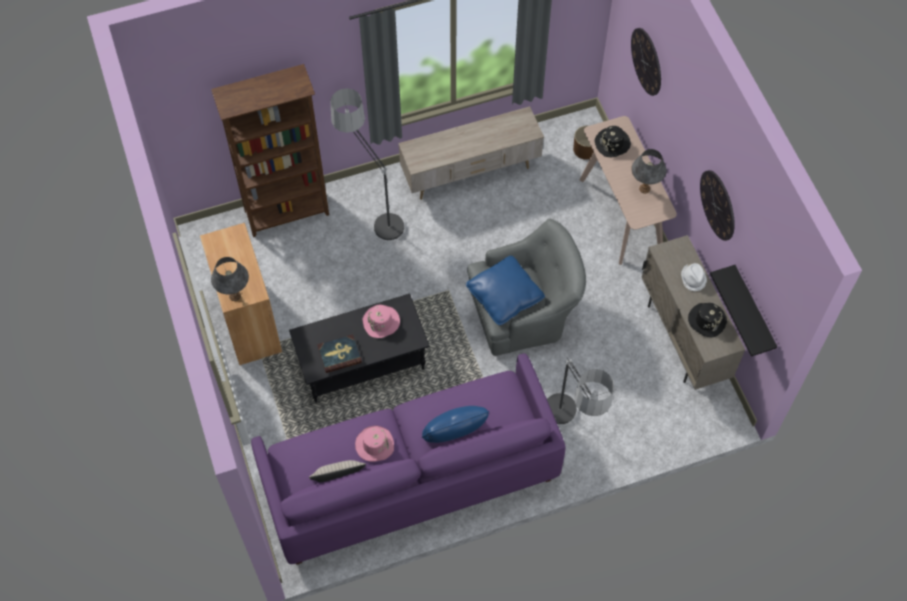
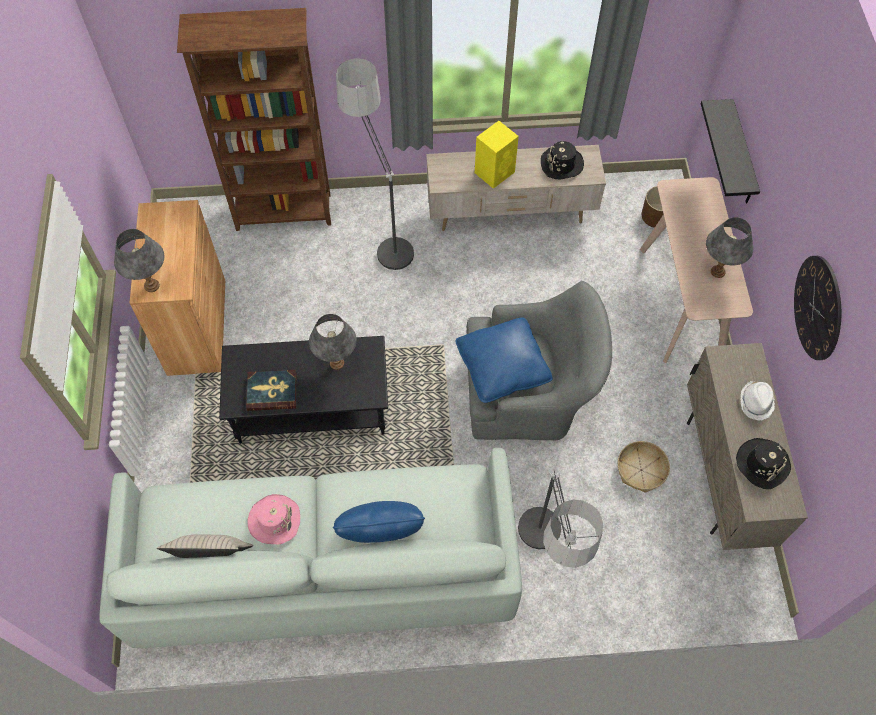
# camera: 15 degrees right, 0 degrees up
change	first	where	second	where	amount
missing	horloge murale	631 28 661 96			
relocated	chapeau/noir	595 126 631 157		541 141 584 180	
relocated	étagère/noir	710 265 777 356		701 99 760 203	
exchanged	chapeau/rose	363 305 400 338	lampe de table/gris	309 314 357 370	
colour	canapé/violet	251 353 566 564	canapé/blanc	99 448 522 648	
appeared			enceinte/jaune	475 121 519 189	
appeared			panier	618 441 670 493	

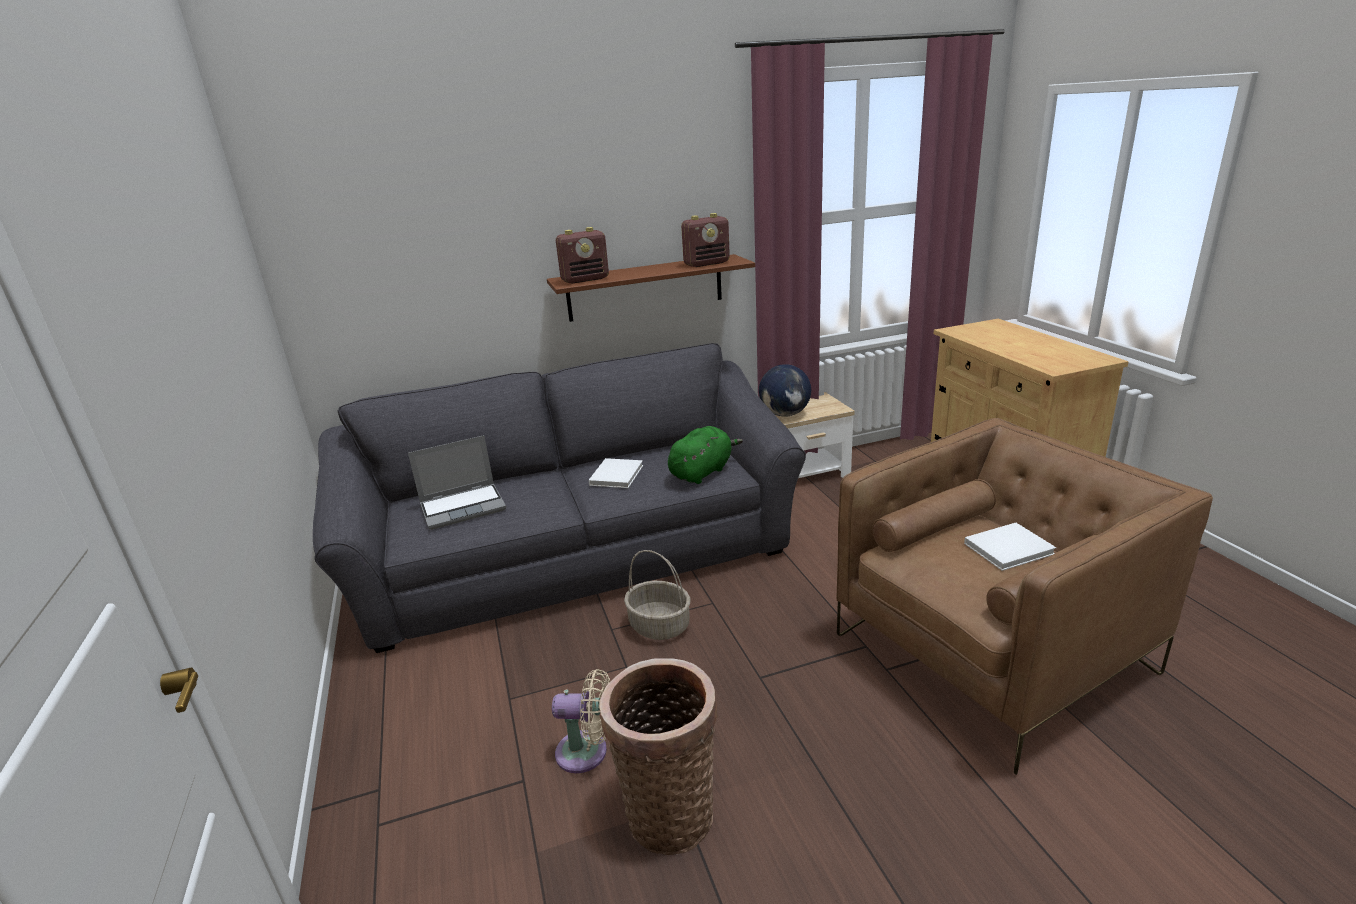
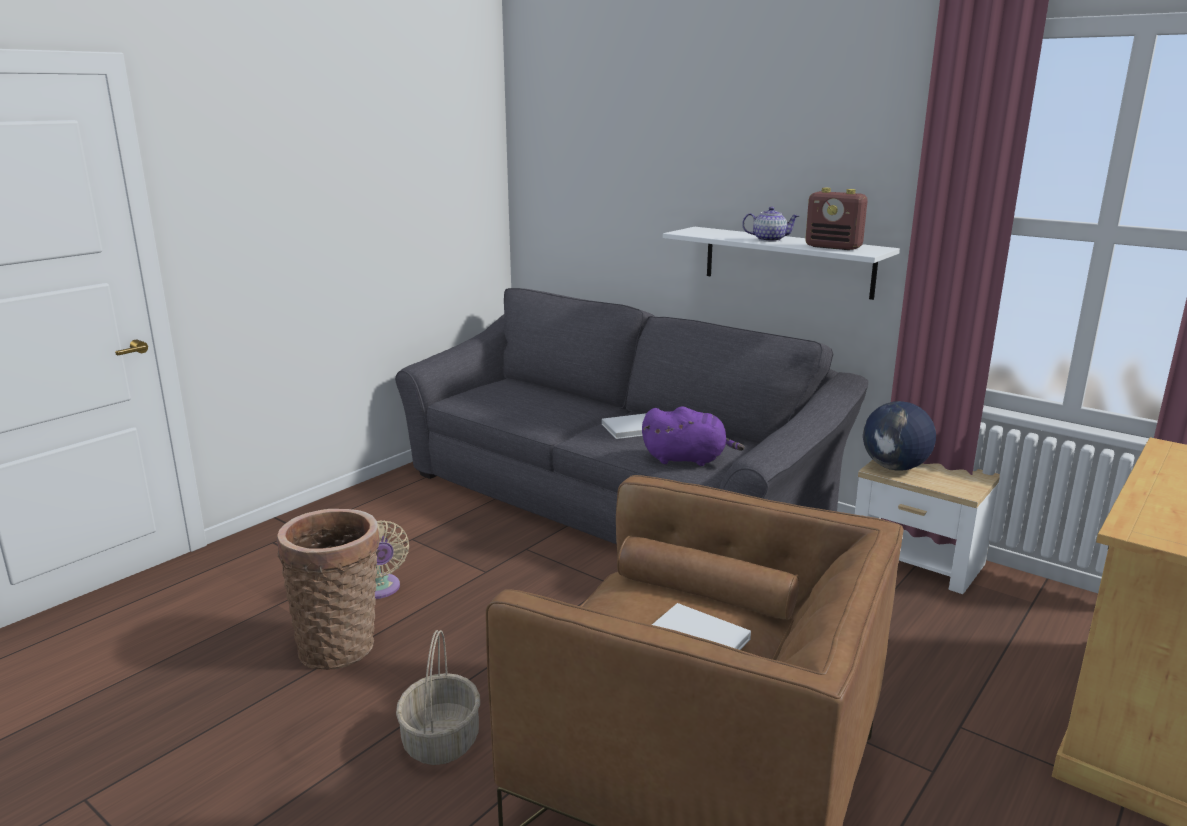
# camera: 55 degrees right, 5 degrees down
change	first	where	second	where	amount
missing	radio	556 227 609 284			
colour	étagère/marron	547 254 755 322	étagère/blanc	663 227 900 300	
colour	peluche/vert	668 426 743 484	peluche/violet	642 406 744 466	
missing	ordinateur portable	408 435 506 530			
relocated	panier	624 550 691 640		396 630 480 765	
appeared			théière	742 207 799 242	

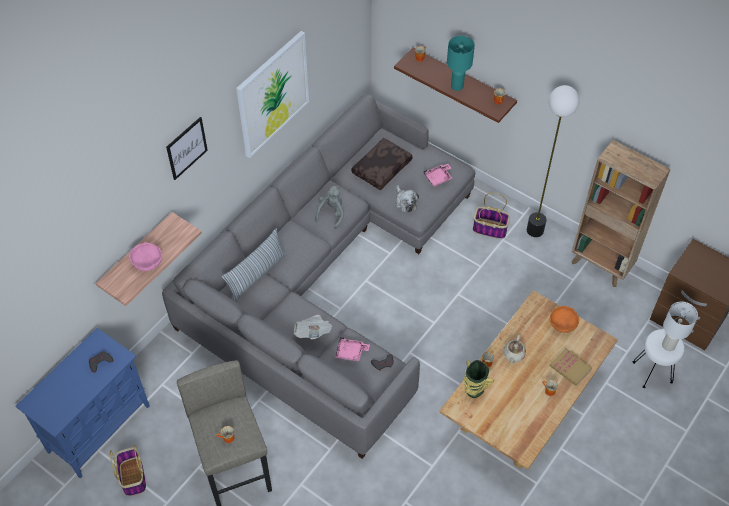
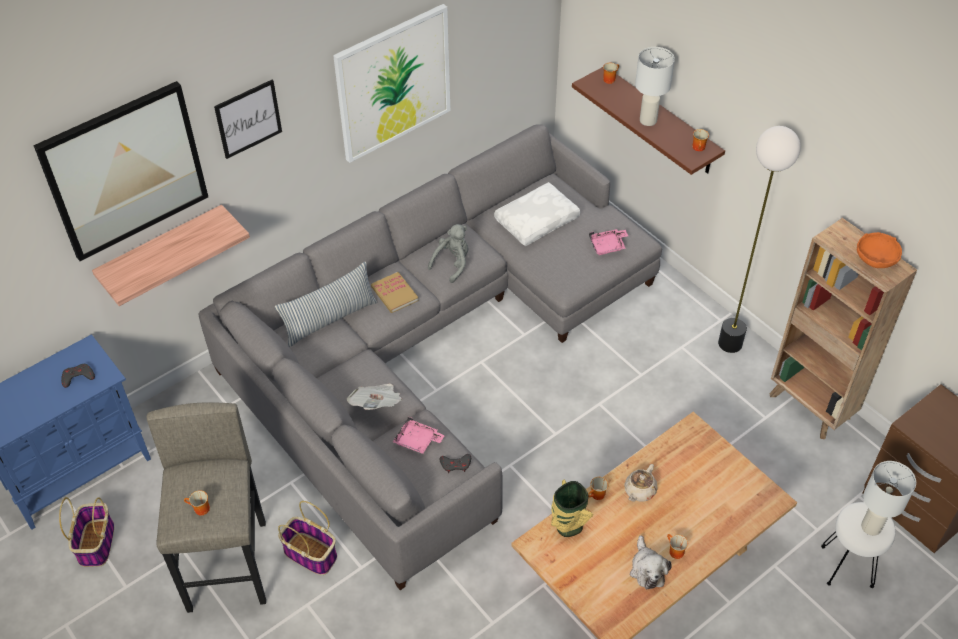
# camera: 15 degrees right, 5 degrees down
change	first	where	second	where	amount
colour	lampe de table/turquoise	447 36 475 91	lampe de table/blanc	635 47 675 126	
colour	coussin/marron	351 138 413 190	coussin/blanc	494 182 580 246	
relocated	peluche	396 185 419 213		630 535 672 589	
relocated	panier	473 193 510 239		278 501 337 575	
missing	bol/rose	129 242 162 271			
relocated	bol/orange	550 306 579 333		857 232 902 268	
relocated	livre	550 348 592 386		371 272 419 313	
appeared			tableau	34 81 208 261	

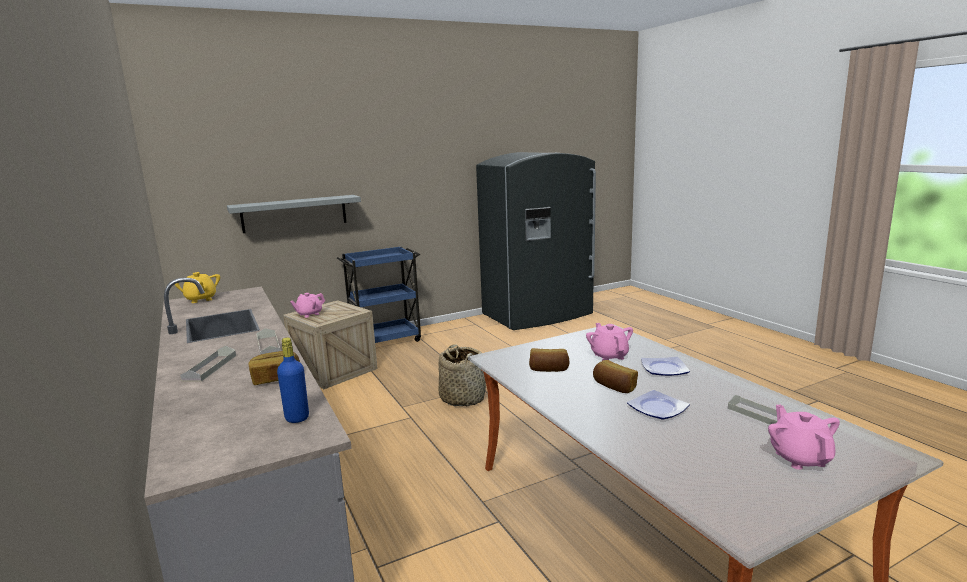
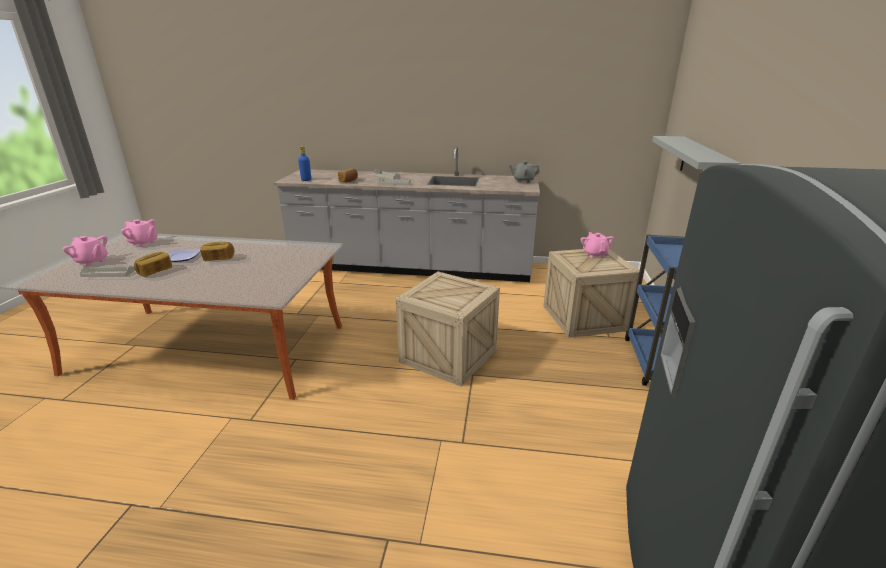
# camera: 125 degrees right, 10 degrees up
change	first	where	second	where	amount
colour	théière/jaune	175 272 220 303	théière/gris	509 161 540 183	
relocated	théière/rose	586 323 633 361		121 219 158 247	
exchanged	panier	438 344 486 407	caisse	396 271 500 387	
relocated	pain	529 348 569 372		134 252 172 277	
missing	assiette	641 357 690 376			

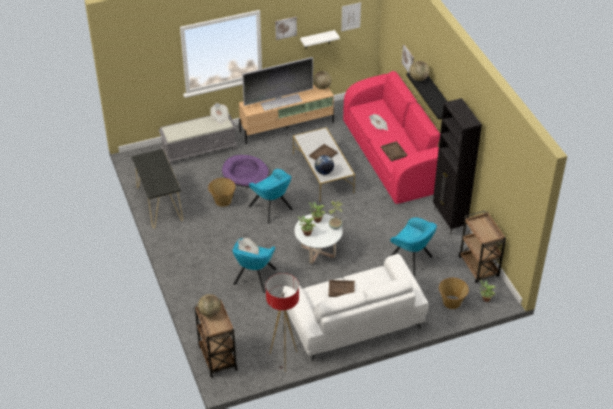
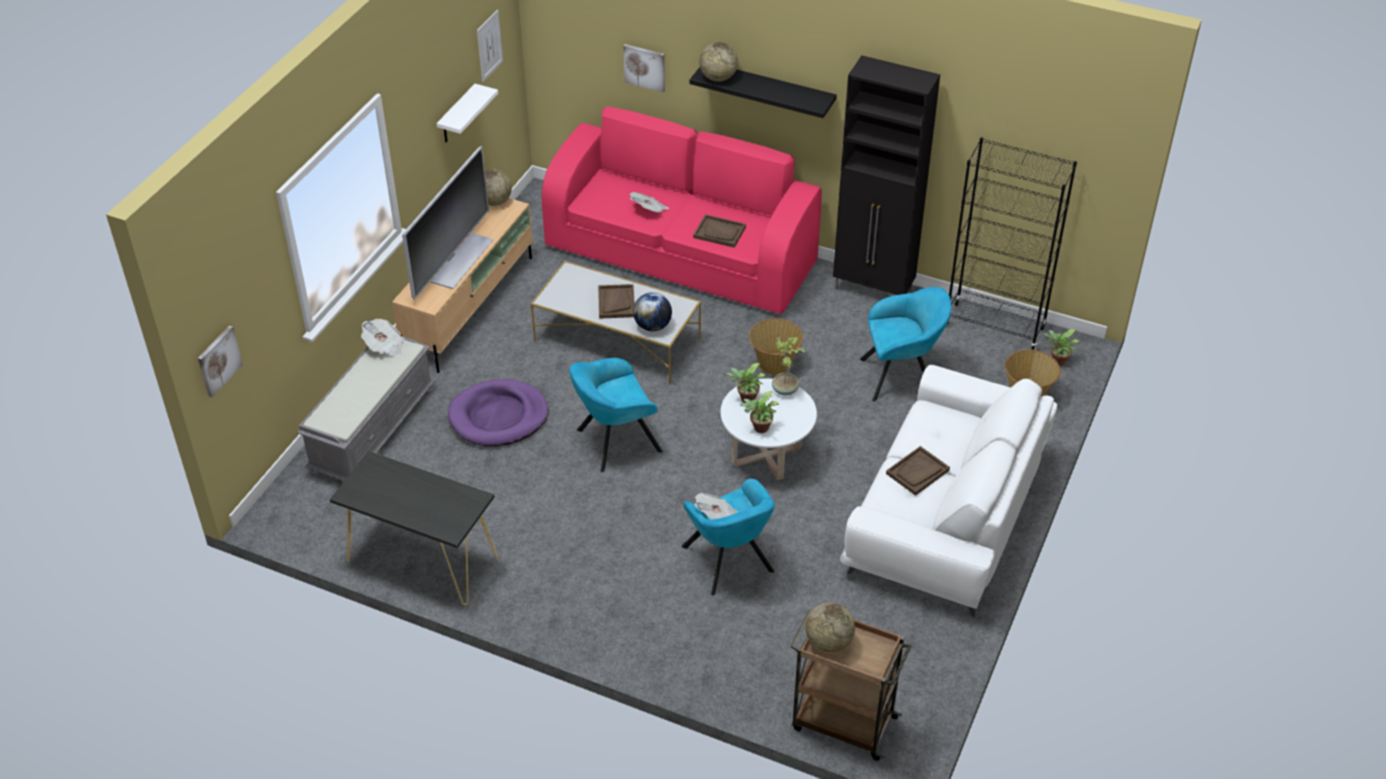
# camera: 45 degrees left, 0 degrees up
change	first	where	second	where	amount
relocated	tableau	275 16 297 40		198 326 243 397	
spun	fauteuil/turquoise	249 169 293 224		569 358 663 472	150 degrees clockwise
relocated	panier	208 178 236 207		749 318 803 375	
exchanged	chariot/marron	458 210 506 283	bibliothèque/noir	947 138 1077 350	
missing	lampadaire	266 273 299 372			

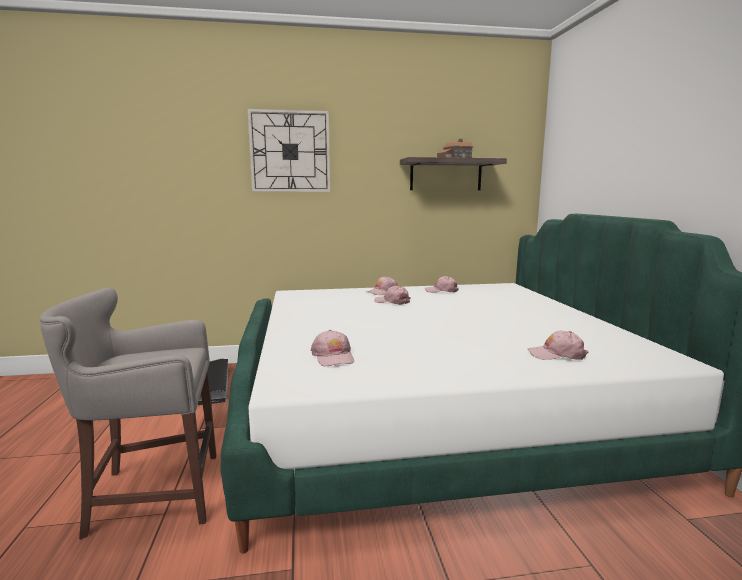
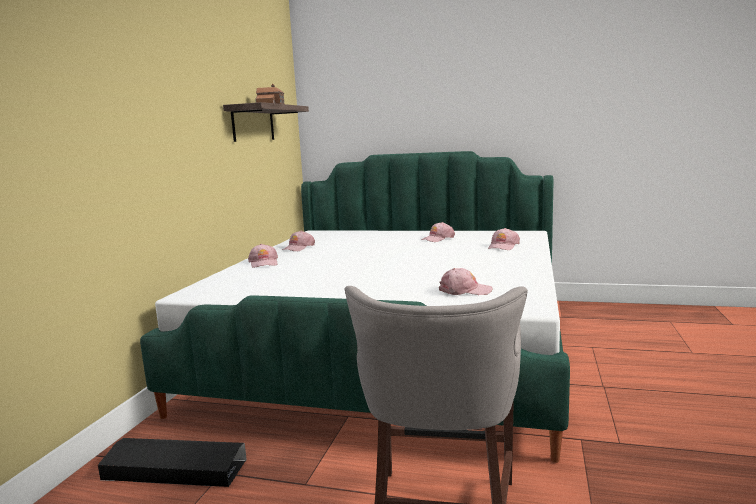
# camera: 65 degrees left, 0 degrees up
change	first	where	second	where	amount
missing	horloge murale	248 109 330 192			
relocated	casquette/rose	375 286 411 305		421 222 455 242	

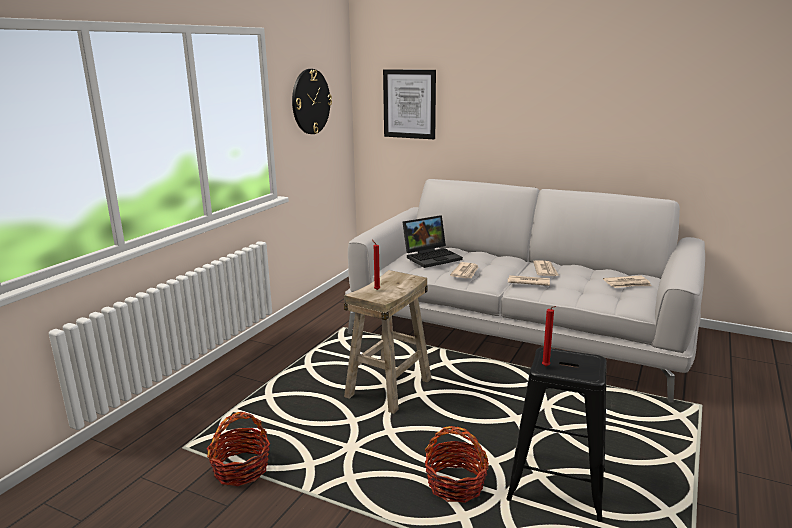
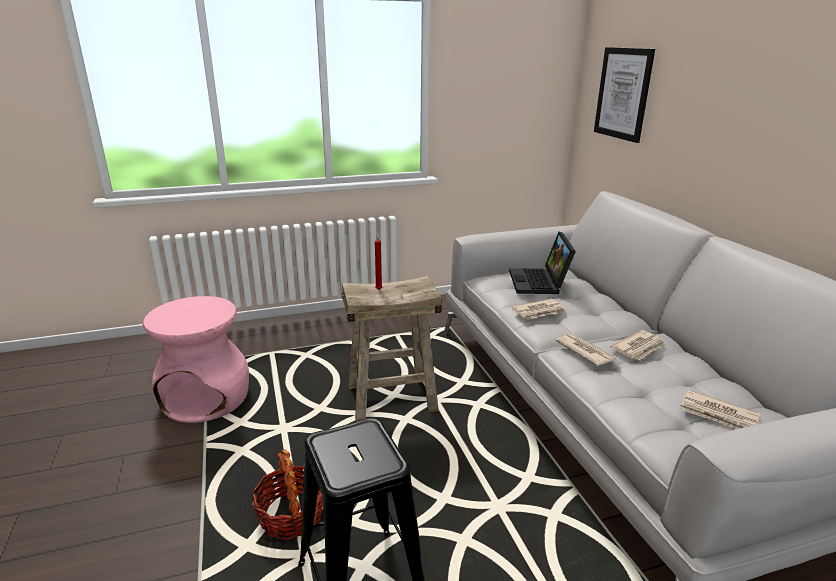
# camera: 45 degrees right, 5 degrees up
change	first	where	second	where	amount
missing	horloge murale	292 69 332 134			
spun	ordinateur portable	402 215 463 268		509 232 576 294	75 degrees clockwise
missing	bougie/rouge	542 306 556 366			
exchanged	panier	207 412 270 486	tabouret/rose	143 296 249 423	

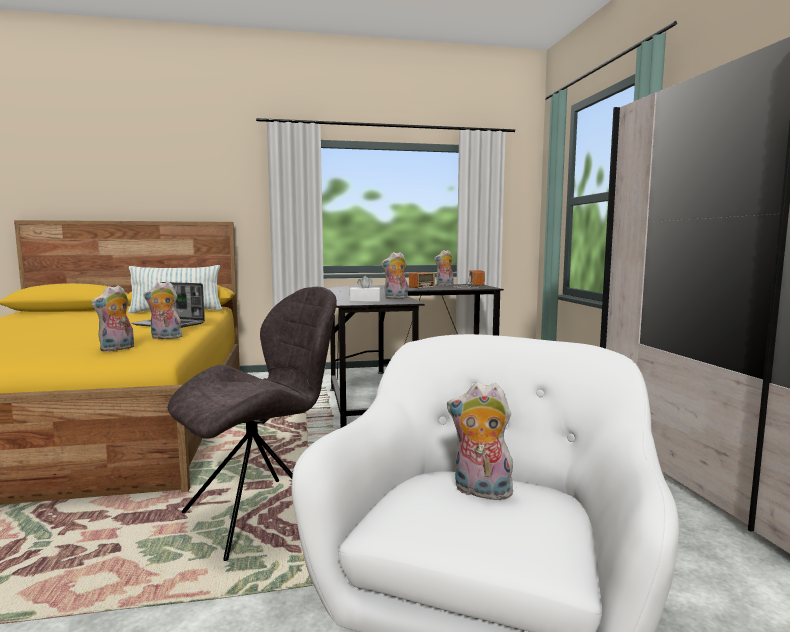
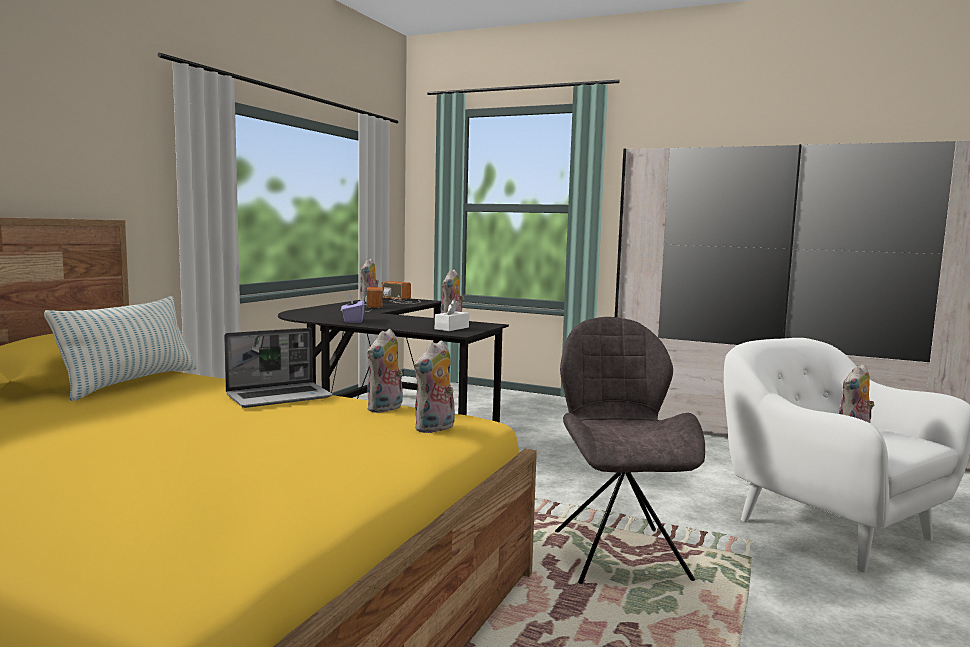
# camera: 55 degrees left, 0 degrees up
change	first	where	second	where	amount
spun	peluche	91 285 134 352		414 340 455 433	60 degrees clockwise
appeared			boîte à mouchoirs/violet	341 294 365 323	

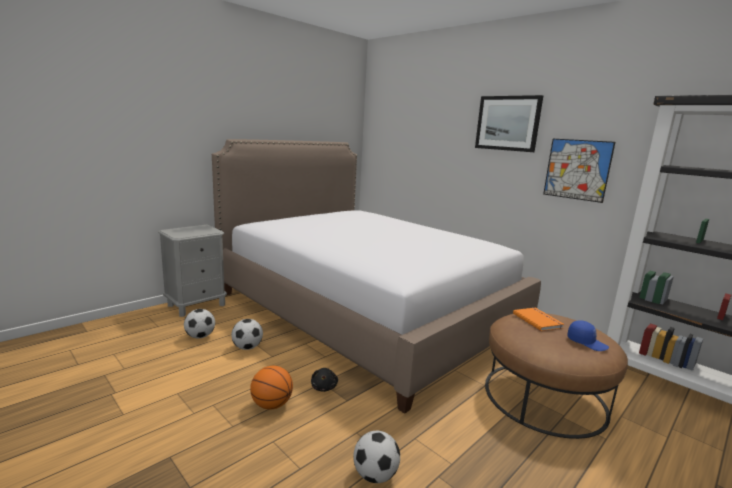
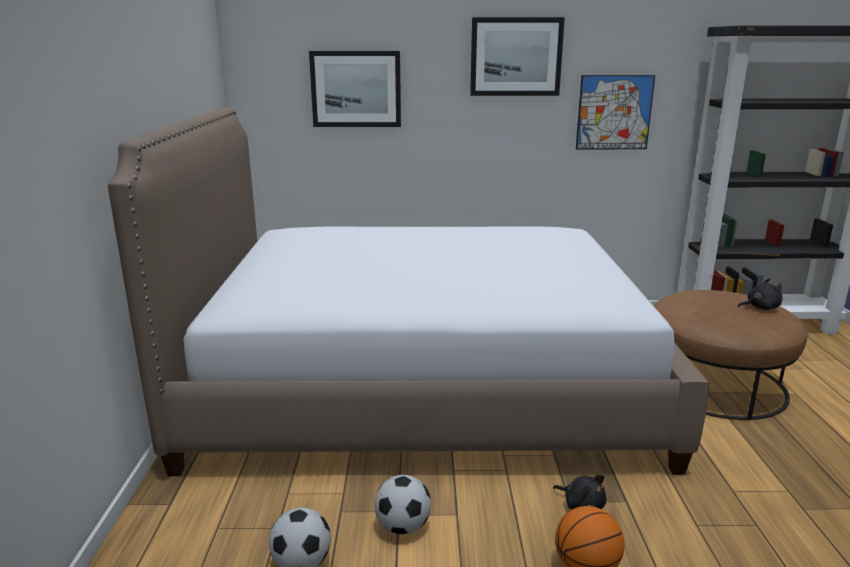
# camera: 45 degrees left, 5 degrees up
change	first	where	second	where	amount
missing	table de chevet/gris	158 225 227 317			
missing	livre/orange	513 308 564 331			
exchanged	casquette/bleu	567 320 609 351	peluche/noir	738 279 783 310	
missing	ballon de foot	353 431 400 483			
appeared			tableau	309 51 401 127	

